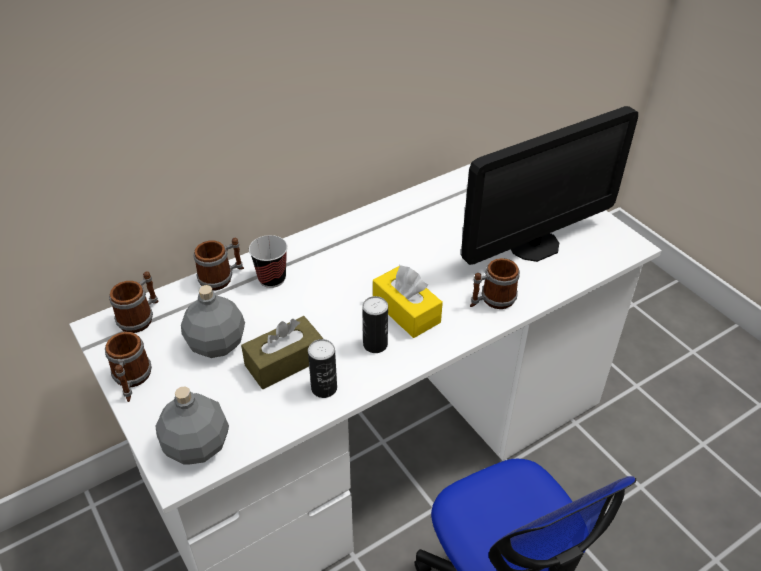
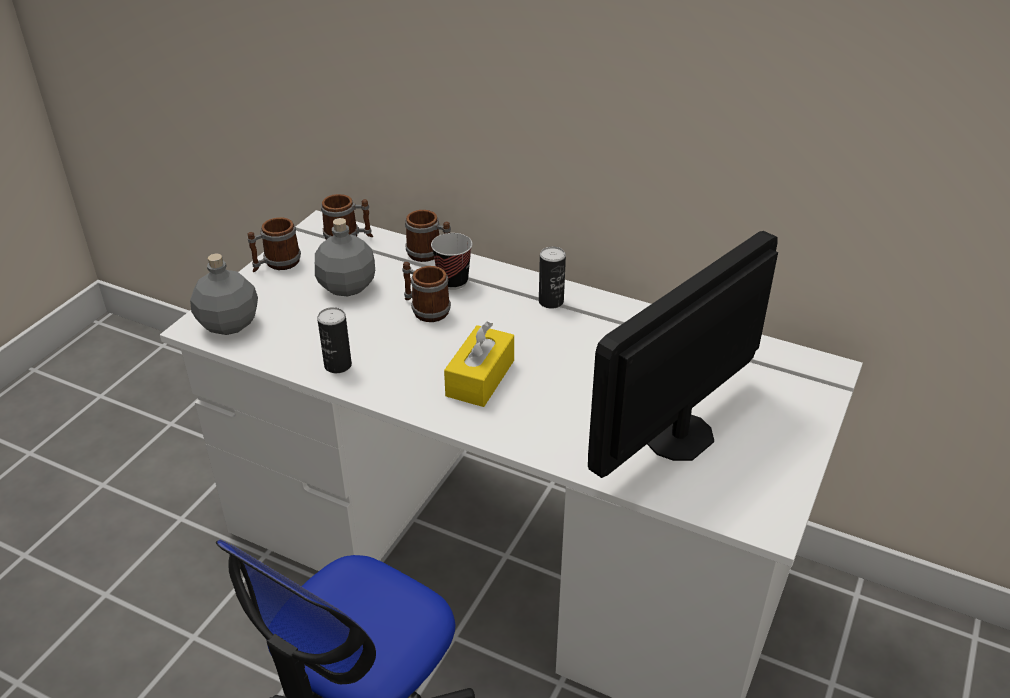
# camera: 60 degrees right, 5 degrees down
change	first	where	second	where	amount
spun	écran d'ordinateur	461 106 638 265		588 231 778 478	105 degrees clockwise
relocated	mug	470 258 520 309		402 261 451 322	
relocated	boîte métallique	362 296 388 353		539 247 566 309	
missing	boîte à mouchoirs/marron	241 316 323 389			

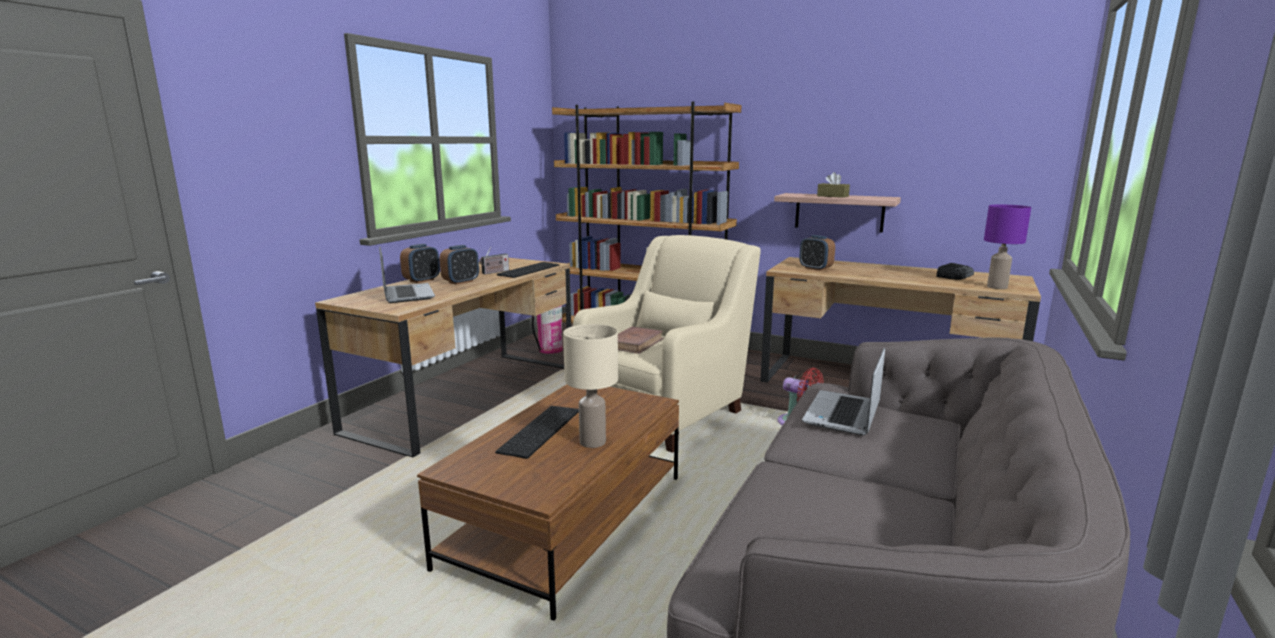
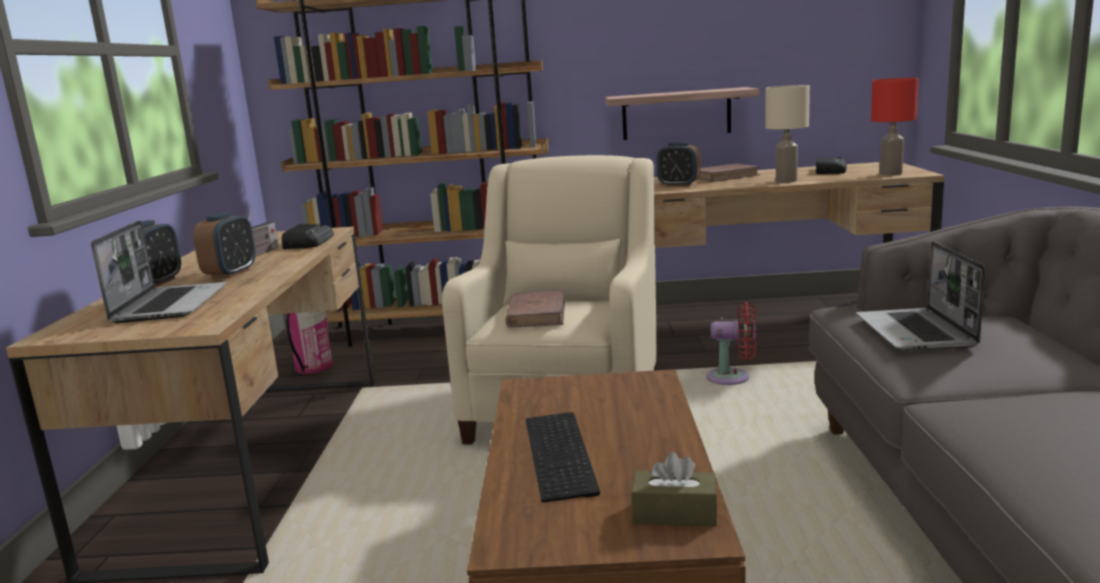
# camera: 25 degrees left, 0 degrees up
change	first	where	second	where	amount
relocated	boîte à mouchoirs/marron	817 172 850 198		631 452 717 527	
colour	lampe de table/violet	984 205 1031 289	lampe de table/rouge	871 78 919 176	
spun	ordinateur portable	379 247 435 303		91 220 227 323	45 degrees clockwise
exchanged	clavier	497 262 559 278	radio	282 224 334 249	
relocated	lampe de table/beige	563 324 618 448		765 85 810 182	
appeared			livre/marron	698 163 760 182	

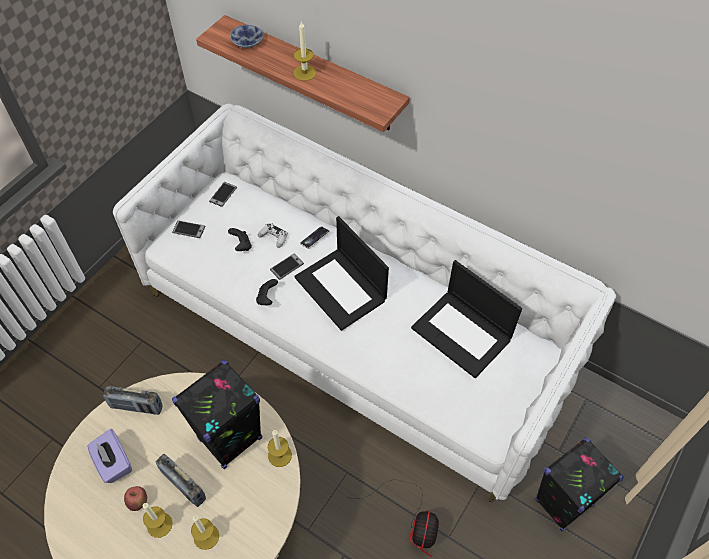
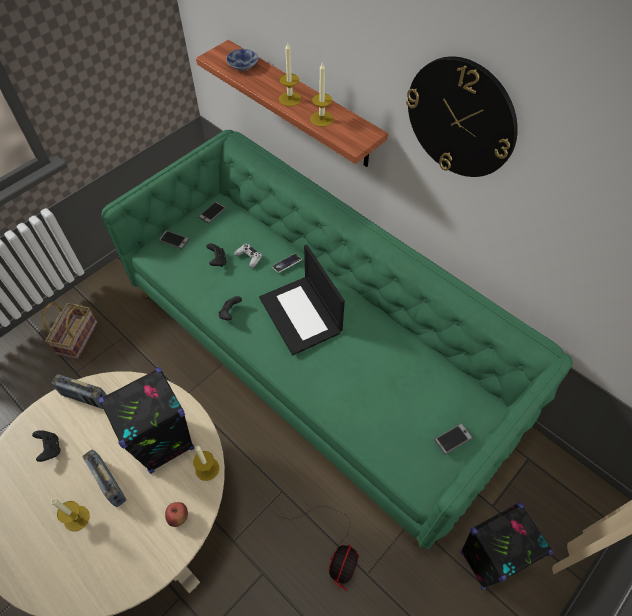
# camera: 10 degrees right, 0 degrees up
change	first	where	second	where	amount
colour	canapé/blanc	113 104 616 503	canapé/vert	101 130 573 549	
relocated	téléphone	270 253 304 280		434 423 473 455	
missing	ordinateur portable	411 260 522 378			
exchanged	boîte à mouchoirs/violet	87 429 132 483	manette/noir	32 430 61 462	
relocated	pomme	124 486 147 511		165 502 188 527	
relocated	bougie	191 515 219 550		310 62 334 127	
appeared			horloge murale	406 56 518 177	
appeared			panier	42 302 98 359	

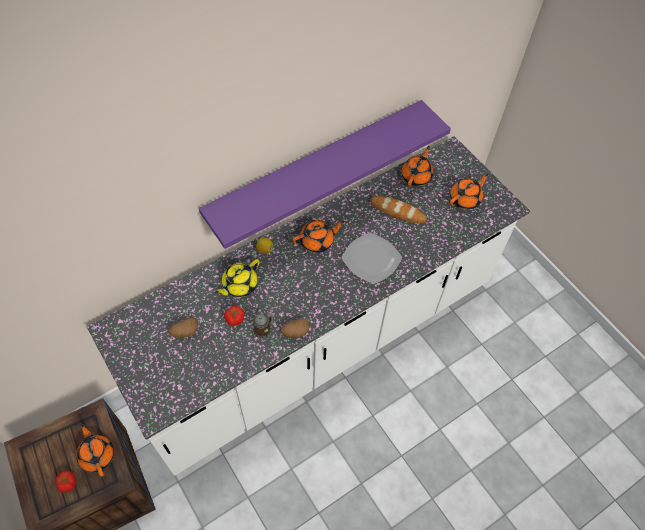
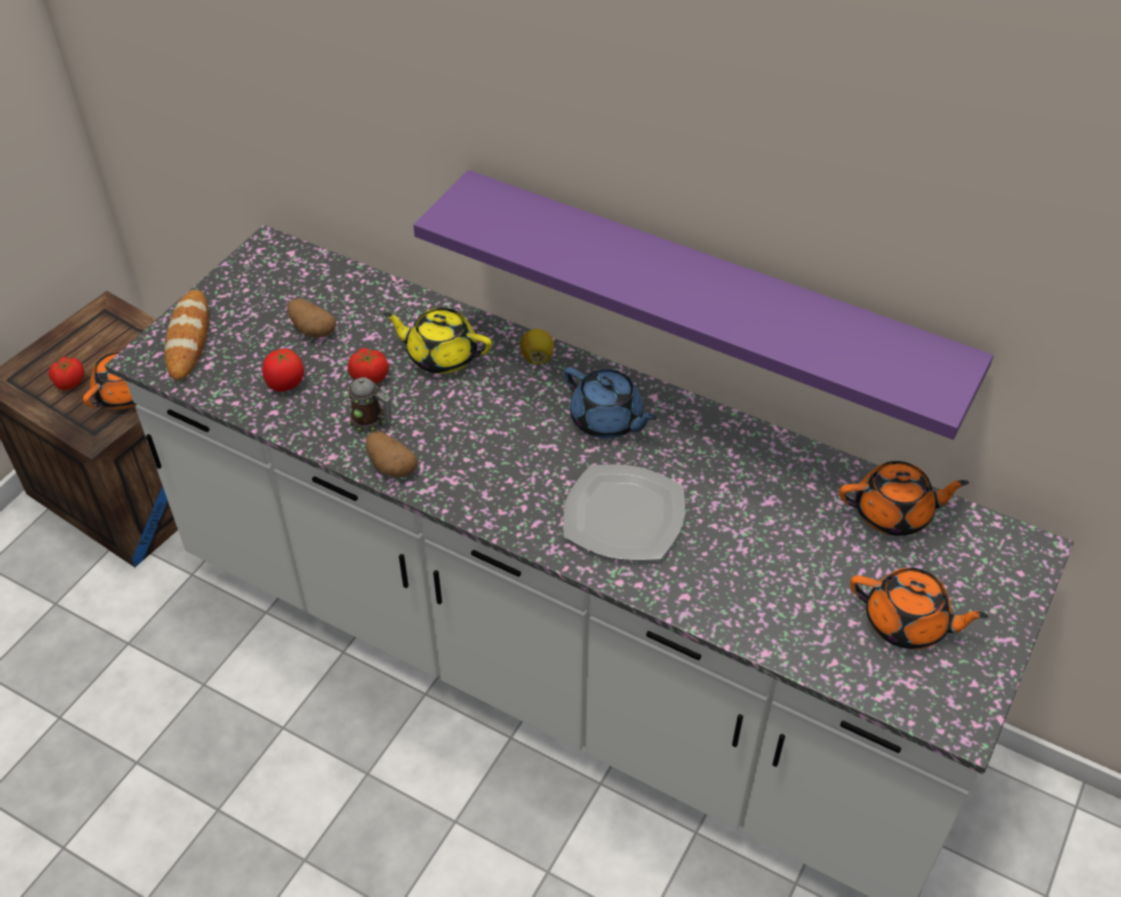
# camera: 65 degrees right, 10 degrees down
change	first	where	second	where	amount
relocated	pain	370 196 427 223		165 290 209 380	
colour	théière/orange	292 220 345 253	théière/bleu	564 367 657 439	
appeared			tomate	263 349 304 392	

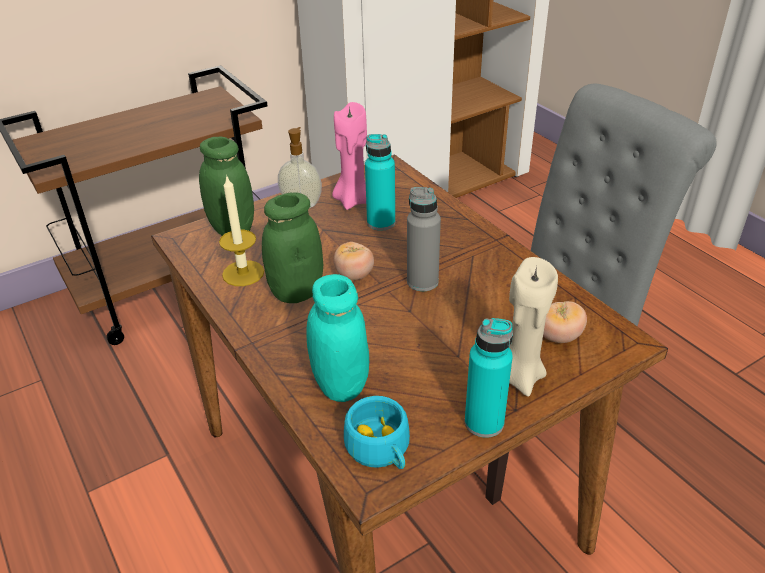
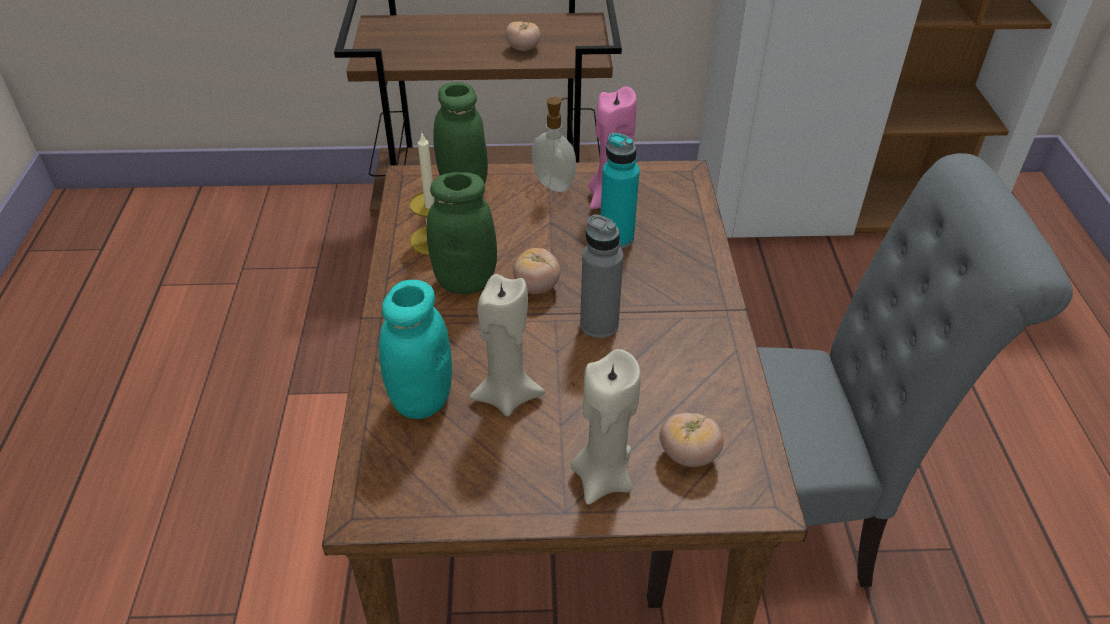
# camera: 30 degrees right, 5 degrees up
change	first	where	second	where	amount
missing	bouteille/turquoise	465 318 513 438			
missing	tasse/turquoise	344 396 410 469			
appeared			tomate	505 21 541 51	
appeared			bougie/beige	470 274 545 417	

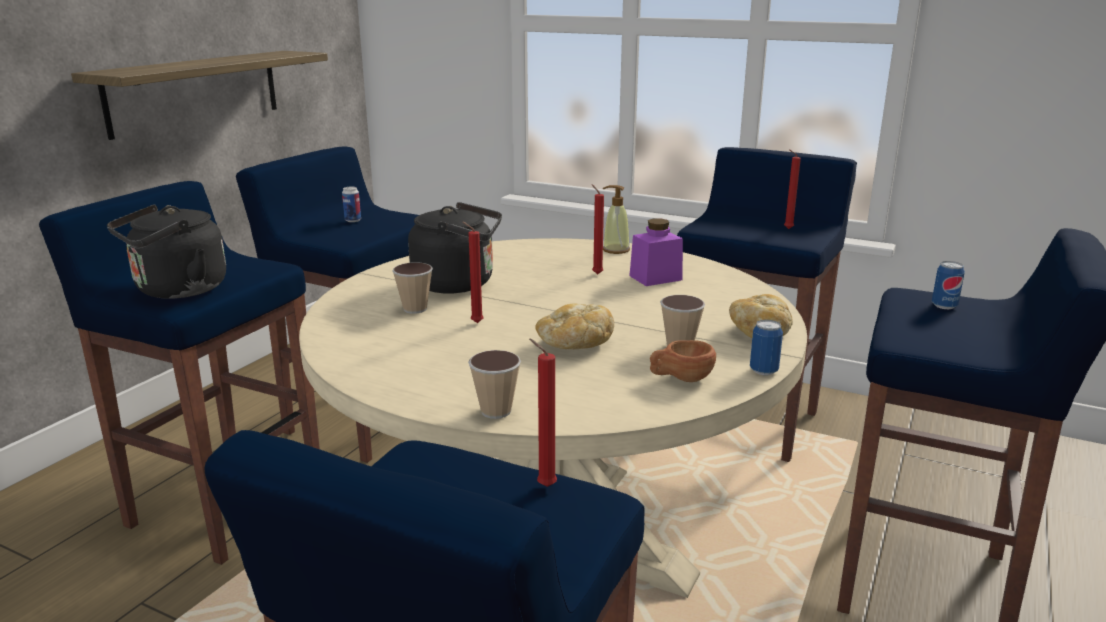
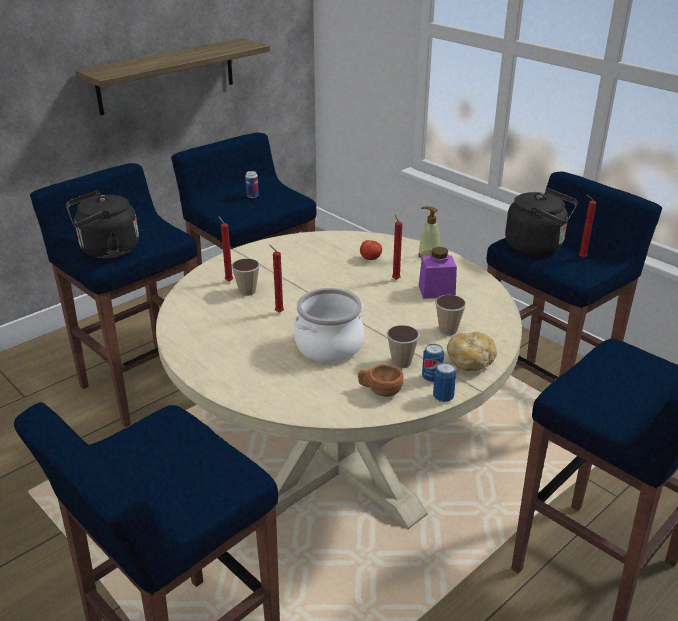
# camera: 20 degrees right, 10 degrees up
change	first	where	second	where	amount
relocated	bouilloire/noir	408 202 502 294		505 188 578 255	
relocated	boîte métallique	932 261 965 309		422 344 444 382	
exchanged	pain	535 303 614 349	marmite	294 288 365 362	
relocated	bougie/rouge	529 339 557 487		218 216 233 282	
relocated	tasse	468 350 521 419		435 295 466 335	
appeared			tomate	360 240 382 260	

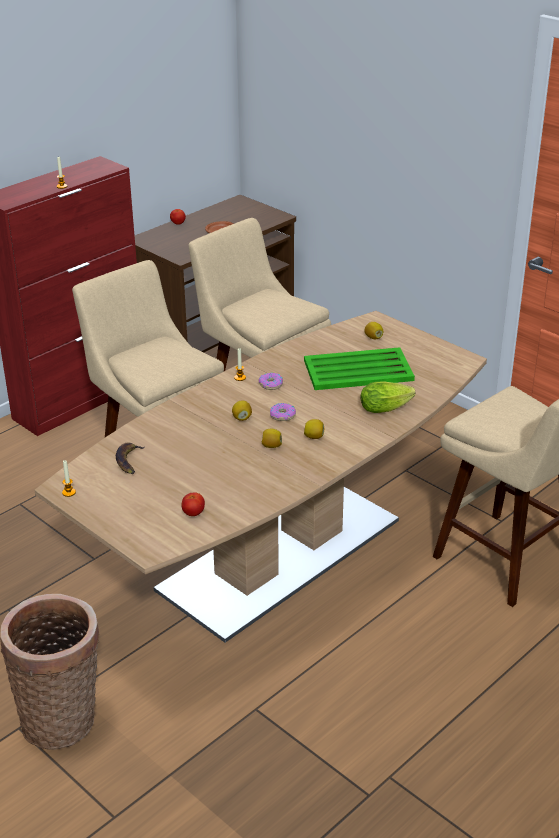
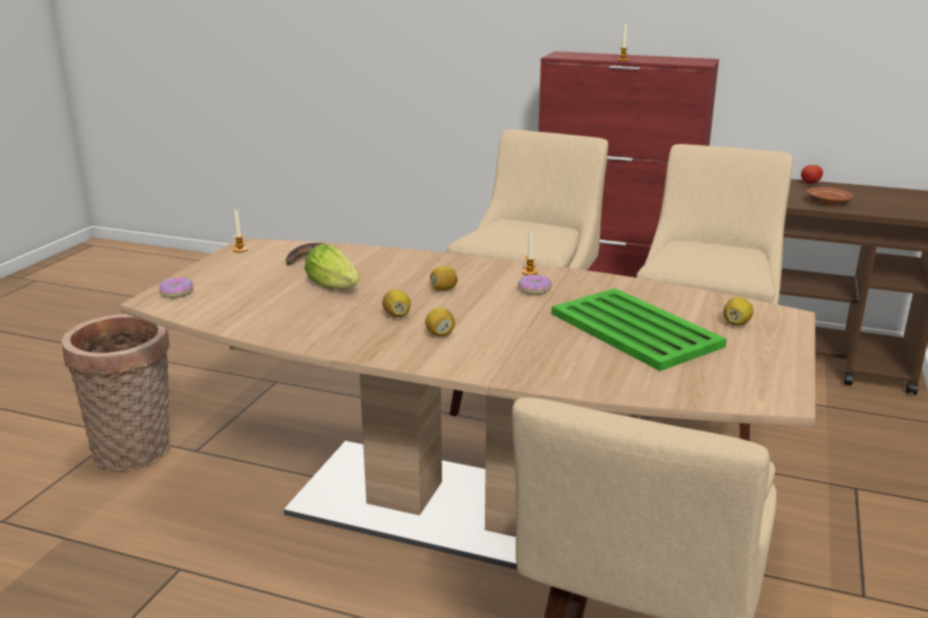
# camera: 65 degrees right, 10 degrees down
change	first	where	second	where	amount
relocated	laitue	360 382 416 413		305 244 360 289	
relocated	beignet	270 403 296 421		159 278 193 298	
missing	tomate	181 492 205 516			

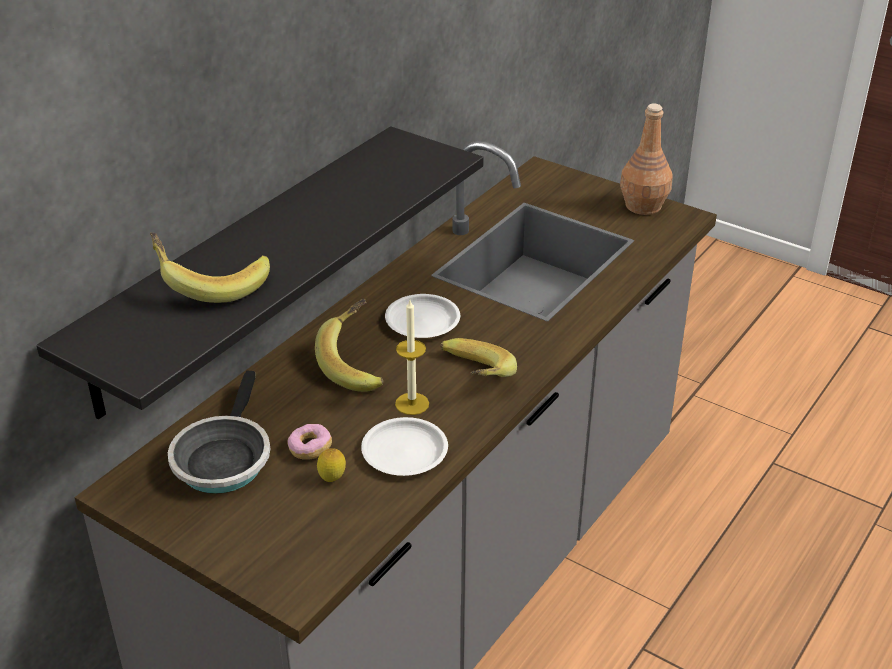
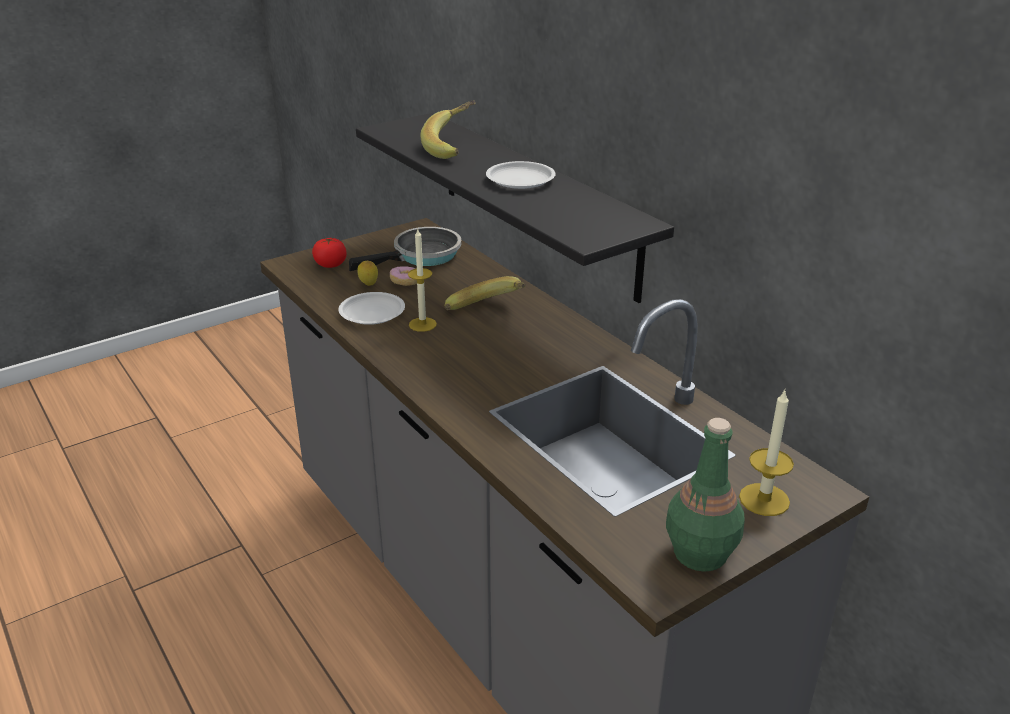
# camera: 110 degrees right, 5 degrees down
change	first	where	second	where	amount
colour	bouteille/marron	620 104 673 215	bouteille/vert	666 418 745 572	
relocated	assiette/blanc	385 294 460 338		486 161 556 189	
missing	banane	440 338 517 377			
spun	poêle	168 370 270 494		349 227 462 271	120 degrees clockwise
appeared			tomate	312 238 347 268	
appeared			bougie	739 390 794 516	

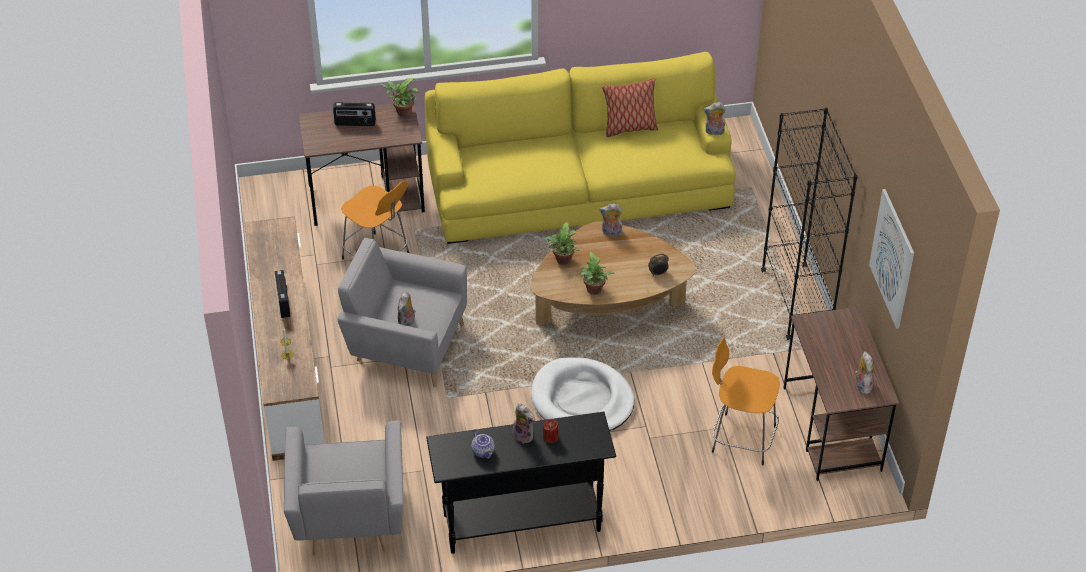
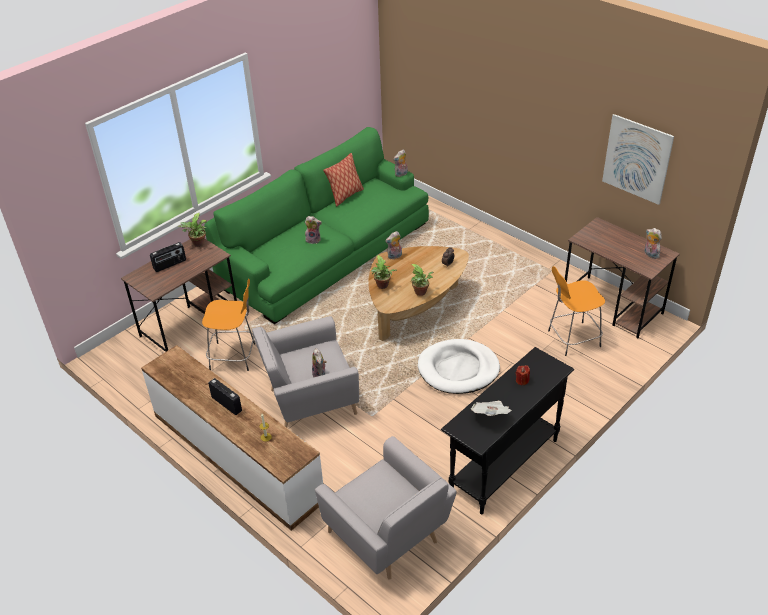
# camera: 35 degrees left, 5 degrees down
change	first	where	second	where	amount
colour	canapé/jaune	425 52 736 244	canapé/vert	204 127 429 324	
missing	bibliothèque/noir	761 108 858 340			
relocated	peluche	513 404 536 444		305 216 322 244	
exchanged	théière	471 429 495 459	journal	471 401 512 416	

